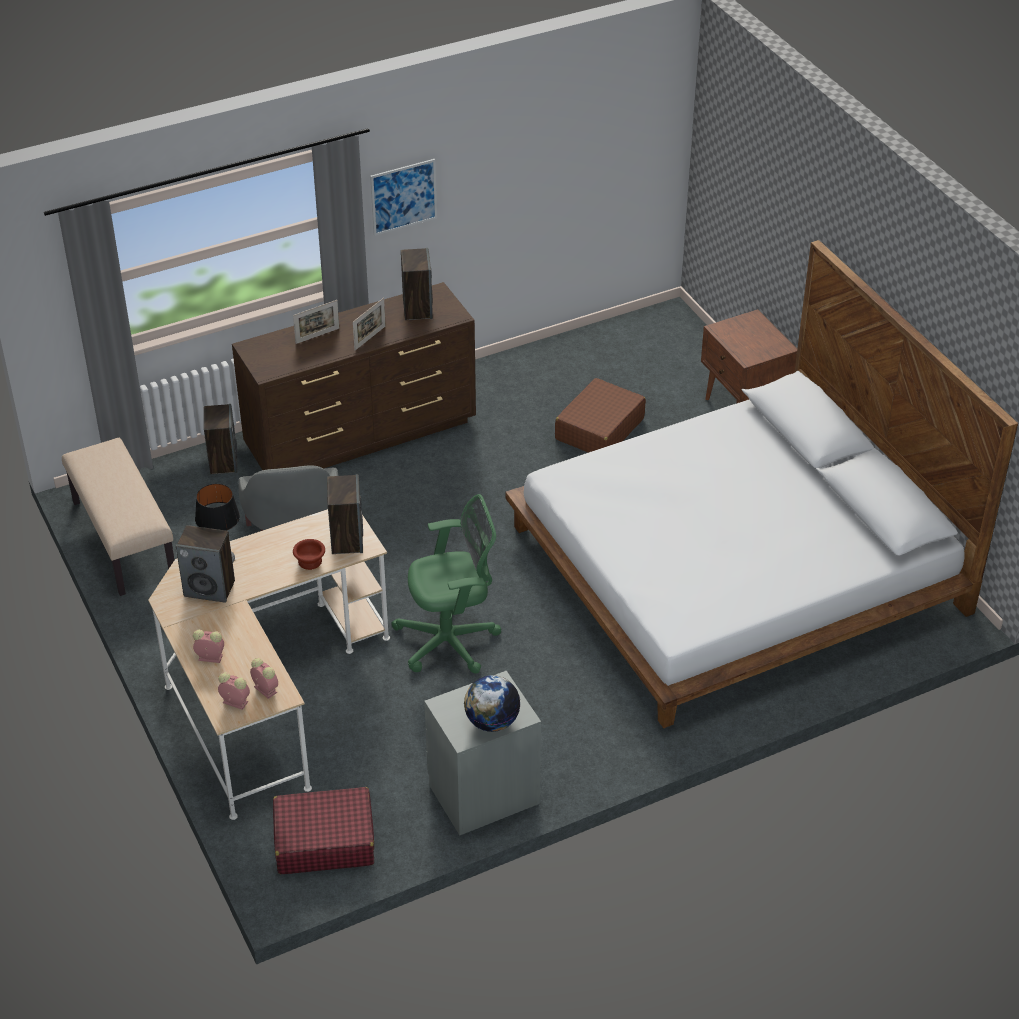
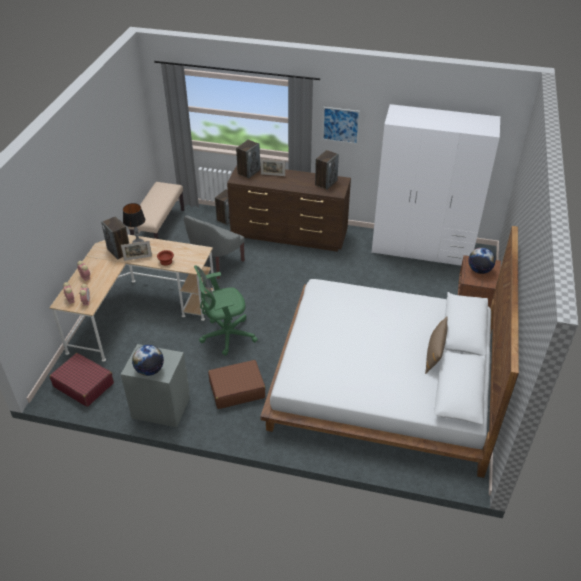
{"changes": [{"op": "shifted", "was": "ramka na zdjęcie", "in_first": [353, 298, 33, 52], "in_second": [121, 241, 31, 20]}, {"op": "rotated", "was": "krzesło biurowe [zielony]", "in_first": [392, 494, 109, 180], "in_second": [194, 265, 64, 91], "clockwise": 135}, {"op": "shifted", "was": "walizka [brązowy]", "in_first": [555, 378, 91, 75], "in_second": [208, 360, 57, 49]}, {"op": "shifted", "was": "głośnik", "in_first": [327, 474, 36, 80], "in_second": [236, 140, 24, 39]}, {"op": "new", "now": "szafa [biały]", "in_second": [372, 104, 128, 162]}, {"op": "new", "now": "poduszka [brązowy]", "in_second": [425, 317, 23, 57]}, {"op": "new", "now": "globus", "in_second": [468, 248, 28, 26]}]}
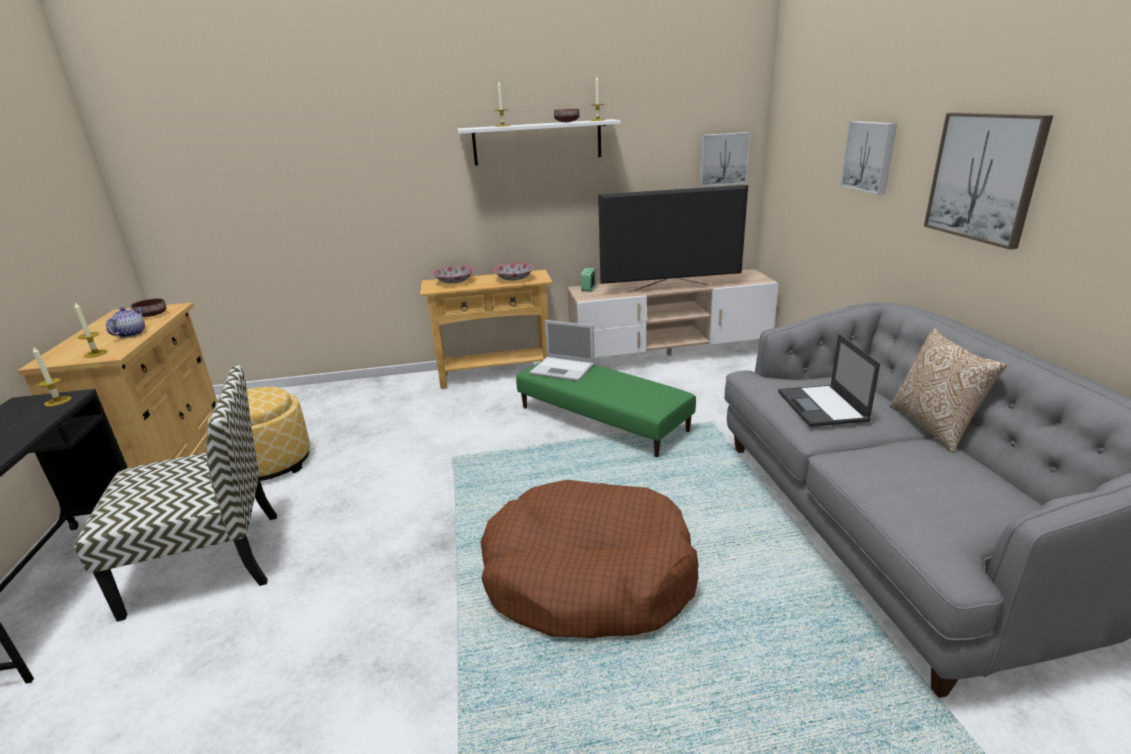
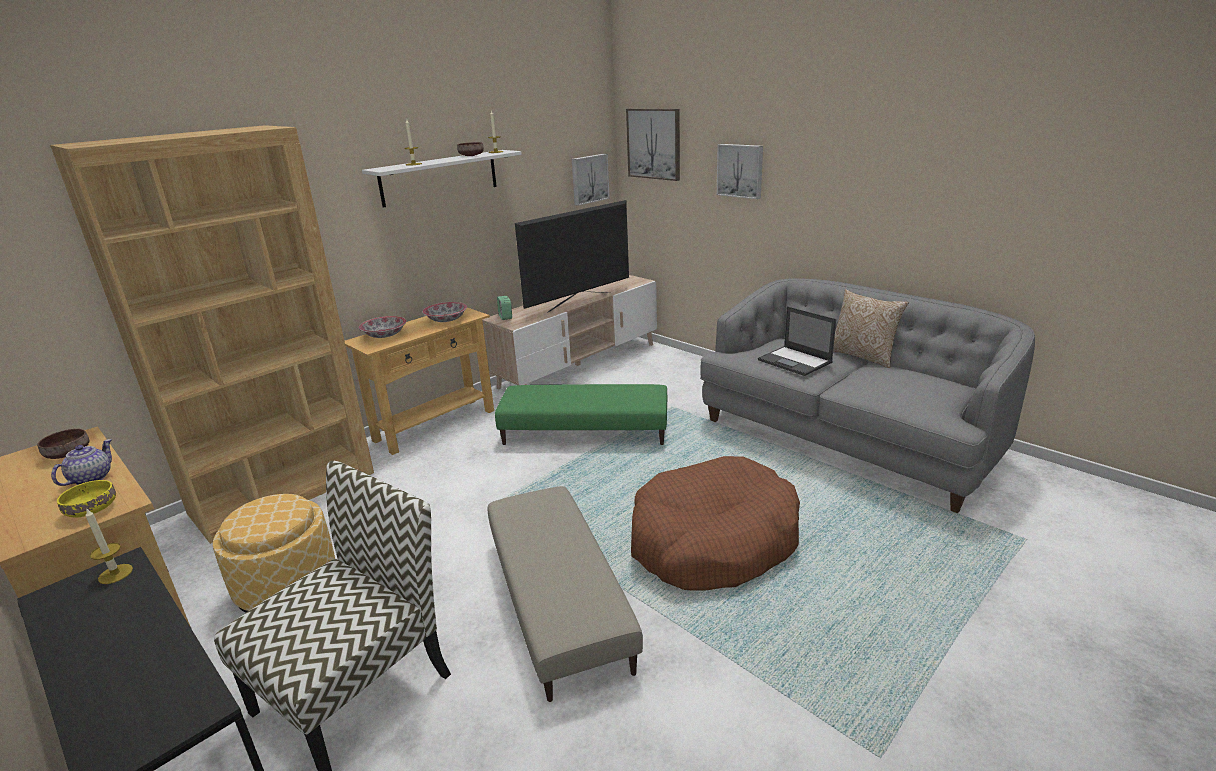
{"changes": [{"op": "new", "now": "regał [brązowy]", "in_second": [50, 125, 324, 419]}, {"op": "rotated", "was": "imbryk", "in_first": [106, 307, 39, 31], "in_second": [51, 439, 61, 47], "clockwise": 45}, {"op": "swapped", "was": "świeca", "now": "miska [żółty]", "in_first": [74, 303, 34, 55], "in_second": [57, 480, 59, 37]}, {"op": "new", "now": "pufa [beżowy]", "in_second": [488, 486, 155, 216]}, {"op": "shifted", "was": "obraz", "in_first": [924, 113, 129, 137], "in_second": [626, 109, 54, 72]}, {"op": "gone", "was": "laptop", "in_first": [529, 320, 66, 61]}]}
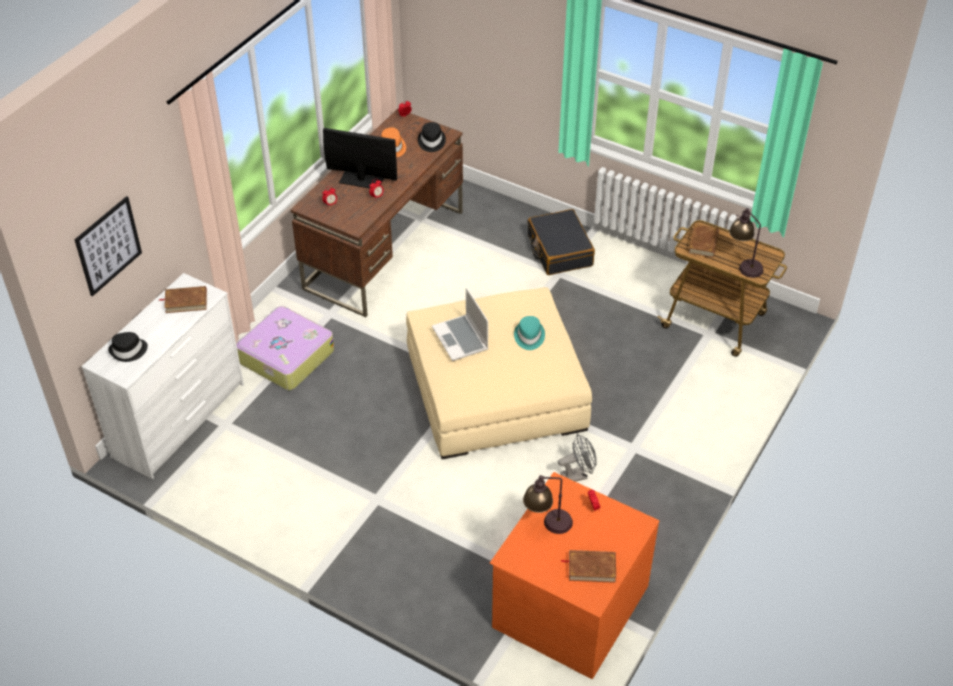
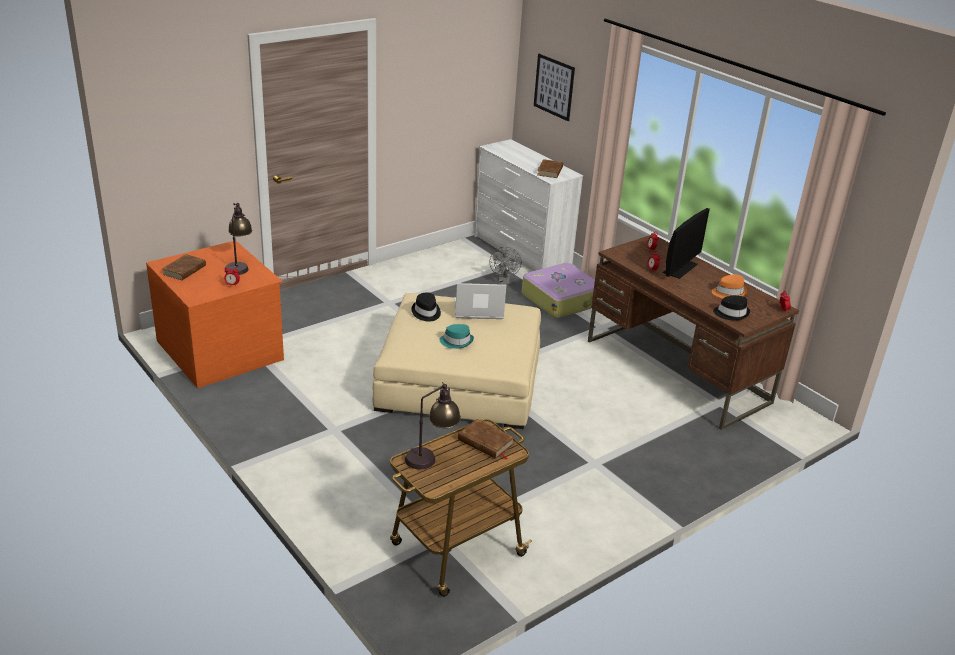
{"changes": [{"op": "shifted", "was": "kapelusz [czarny]", "in_first": [108, 332, 40, 30], "in_second": [411, 293, 30, 29]}, {"op": "shifted", "was": "wentylator [szary]", "in_first": [558, 434, 39, 48], "in_second": [490, 247, 31, 38]}, {"op": "gone", "was": "walizka [czarny]", "in_first": [528, 209, 67, 66]}]}
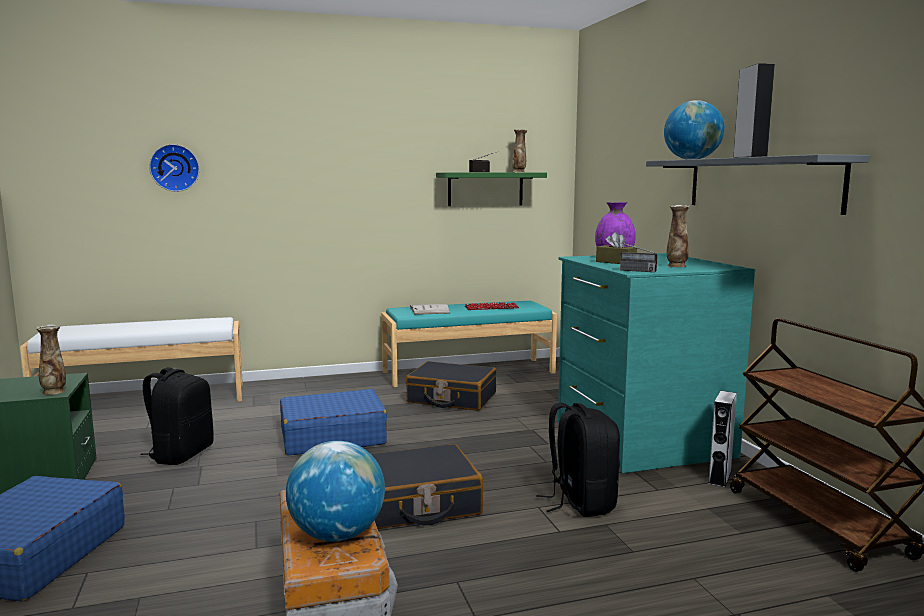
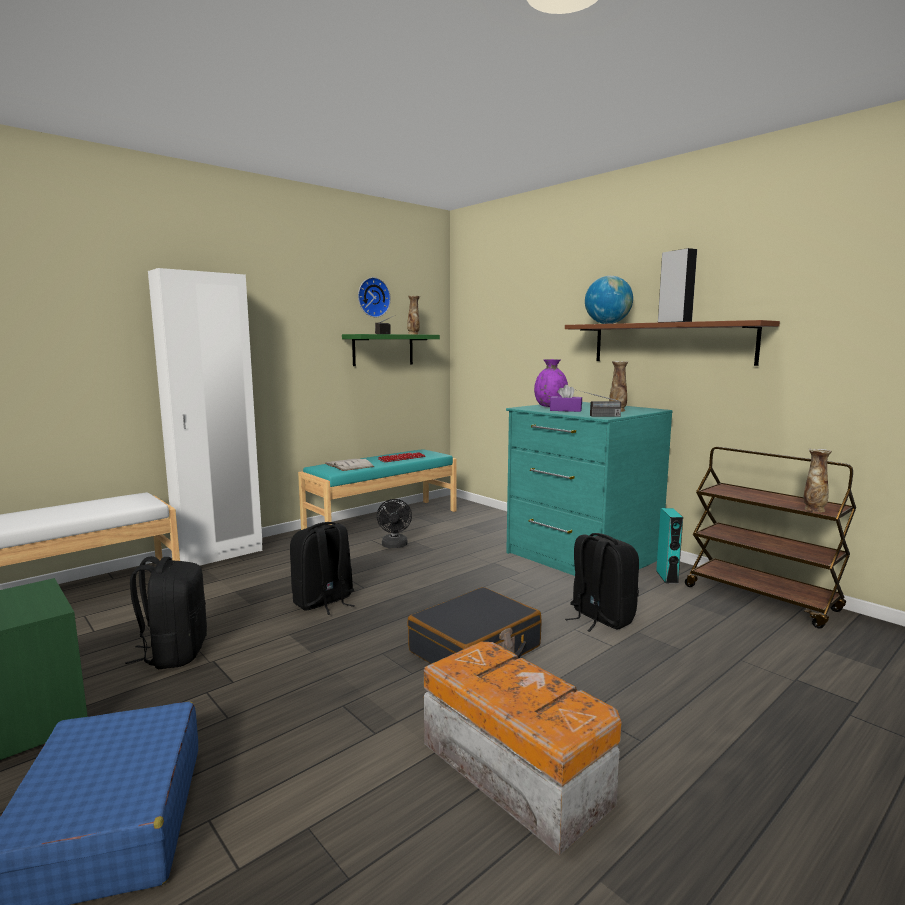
{"changes": [{"op": "new", "now": "szafa [biały]", "in_second": [148, 268, 114, 298]}, {"op": "swapped", "was": "walizka [niebieski]", "now": "plecak [czarny]", "in_first": [280, 389, 107, 67], "in_second": [290, 522, 65, 93]}, {"op": "shifted", "was": "zegar ścienny", "in_first": [149, 144, 51, 48], "in_second": [358, 277, 33, 40]}, {"op": "swapped", "was": "walizka [czarny]", "now": "wentylator [czarny]", "in_first": [406, 361, 90, 50], "in_second": [377, 499, 35, 49]}, {"op": "repainted", "was": "pudełko chusteczek [brązowy]", "now": "pudełko chusteczek [fioletowy]", "in_first": [596, 232, 41, 32], "in_second": [550, 385, 32, 27]}, {"op": "repainted", "was": "półka [szary]", "now": "półka [brązowy]", "in_first": [646, 154, 224, 61], "in_second": [565, 320, 215, 46]}, {"op": "repainted", "was": "głośnik [szary]", "now": "głośnik [turkusowy]", "in_first": [708, 391, 29, 96], "in_second": [656, 508, 27, 76]}, {"op": "shifted", "was": "wazon", "in_first": [35, 324, 31, 71], "in_second": [804, 449, 28, 63]}, {"op": "gone", "was": "globus", "in_first": [286, 441, 99, 101]}]}
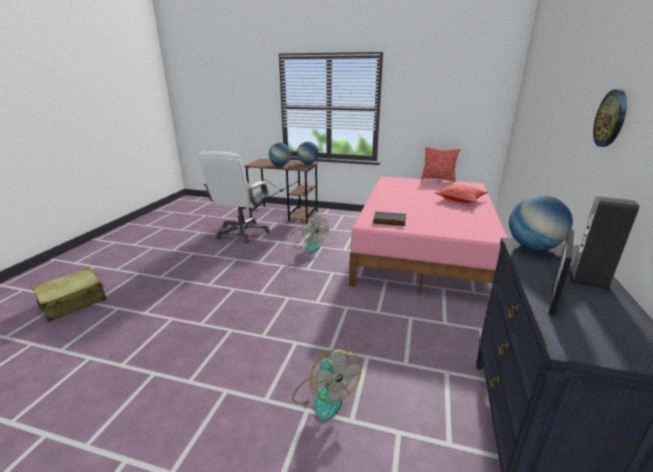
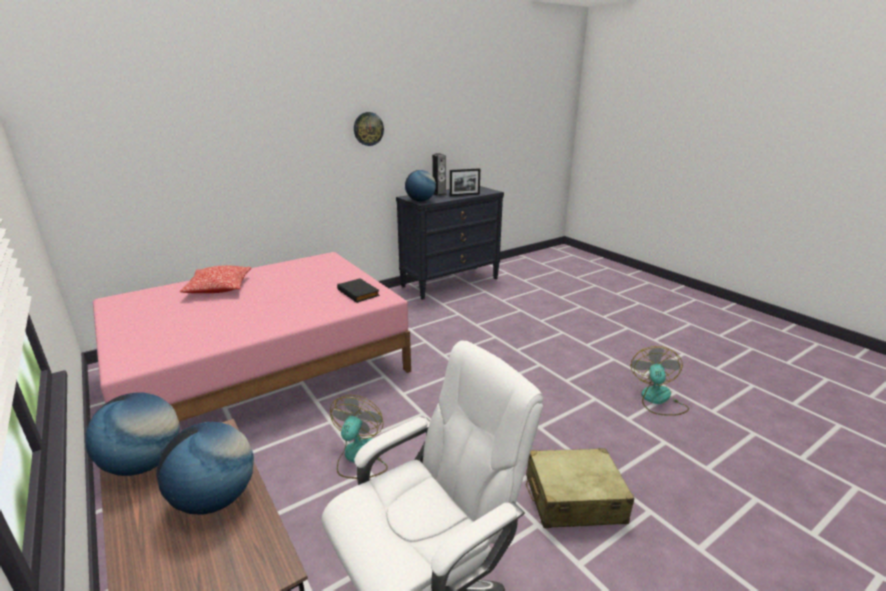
{"changes": [{"op": "shifted", "was": "walizka [beżowy]", "in_first": [32, 268, 75, 54], "in_second": [526, 448, 108, 80]}, {"op": "shifted", "was": "wentylator", "in_first": [292, 348, 69, 72], "in_second": [631, 346, 58, 70]}, {"op": "gone", "was": "poduszka", "in_first": [421, 147, 39, 35]}]}
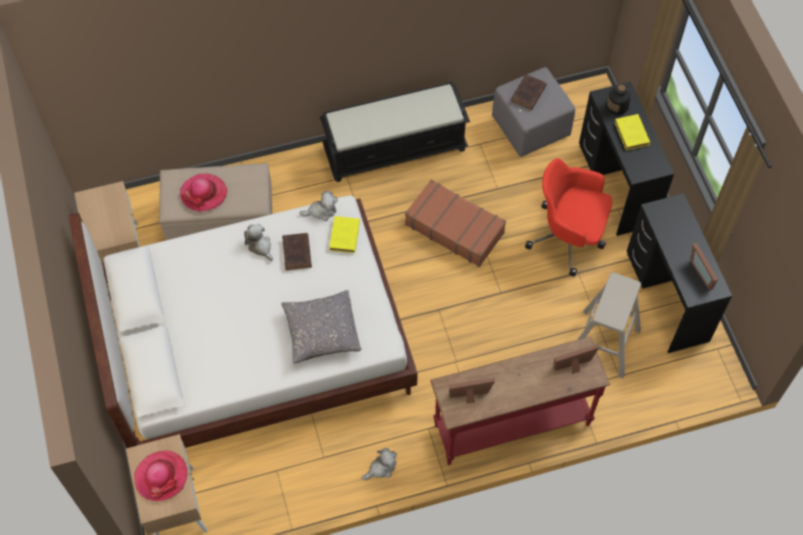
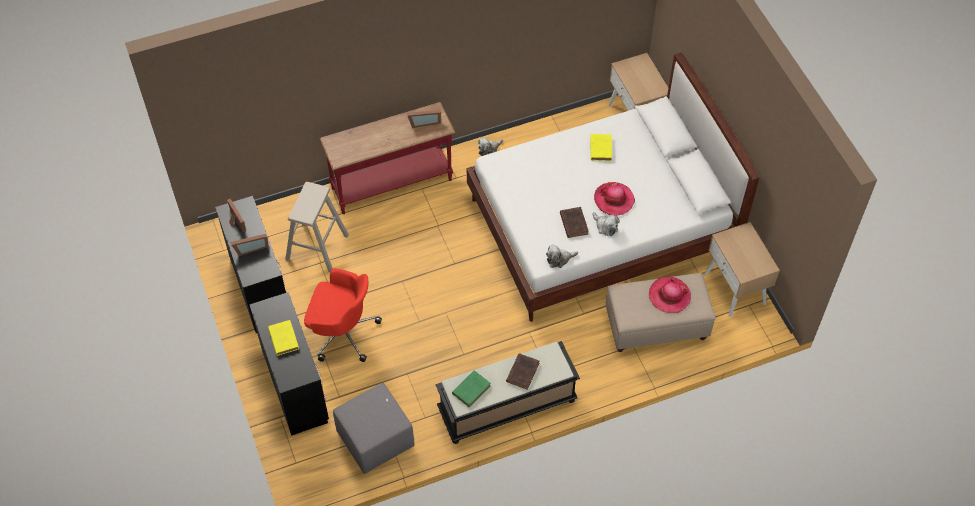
{"changes": [{"op": "shifted", "was": "ramka na zdjęcie", "in_first": [553, 344, 46, 30], "in_second": [230, 234, 39, 22]}, {"op": "new", "now": "książka [zielony]", "in_second": [452, 370, 39, 37]}, {"op": "shifted", "was": "książka [brązowy]", "in_first": [511, 74, 36, 36], "in_second": [506, 353, 33, 37]}, {"op": "shifted", "was": "książka [żółty]", "in_first": [329, 216, 31, 37], "in_second": [590, 134, 22, 27]}, {"op": "shifted", "was": "kapelusz", "in_first": [134, 451, 54, 50], "in_second": [594, 182, 41, 33]}, {"op": "gone", "was": "poduszka [szary]", "in_first": [282, 290, 79, 74]}, {"op": "gone", "was": "walizka [brązowy]", "in_first": [405, 179, 101, 88]}, {"op": "gone", "was": "butelka", "in_first": [606, 84, 24, 31]}]}
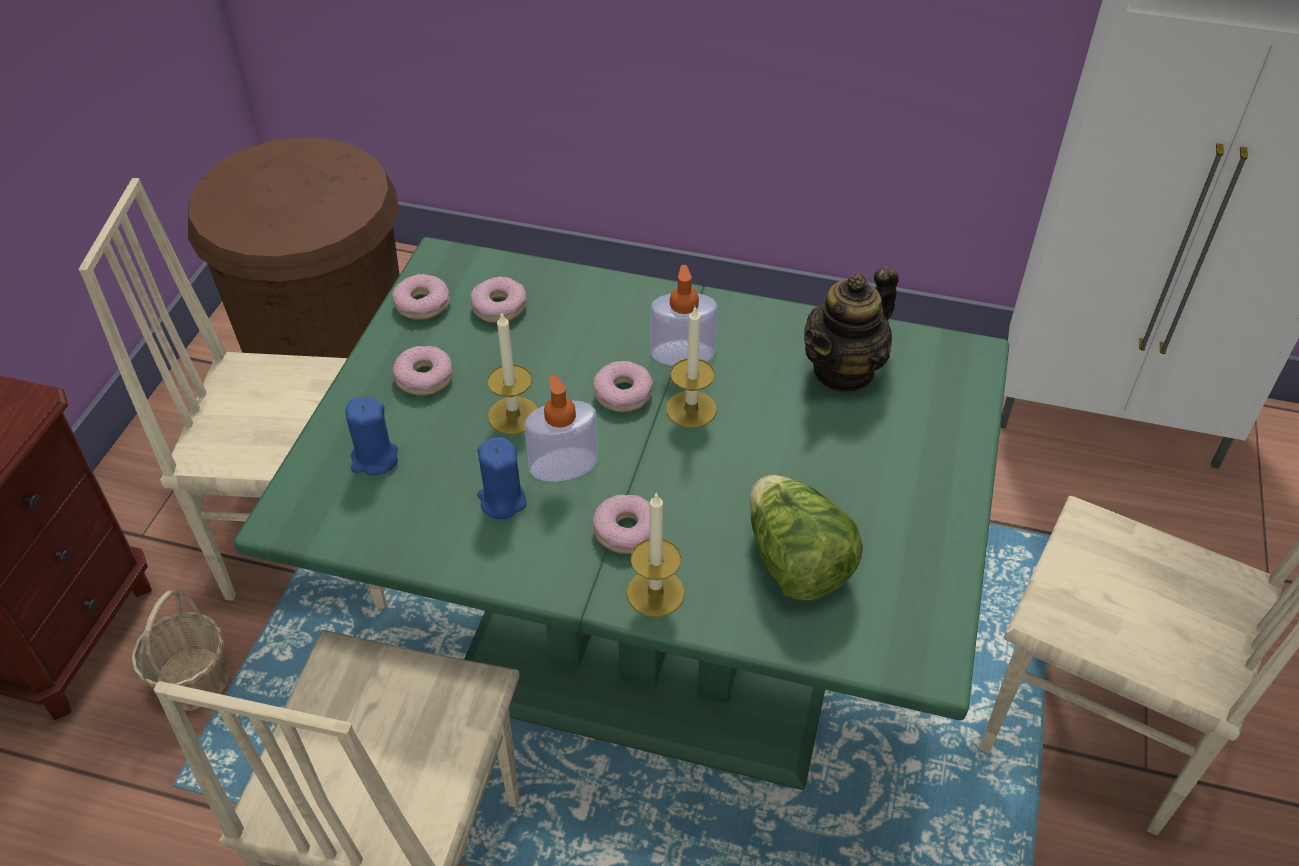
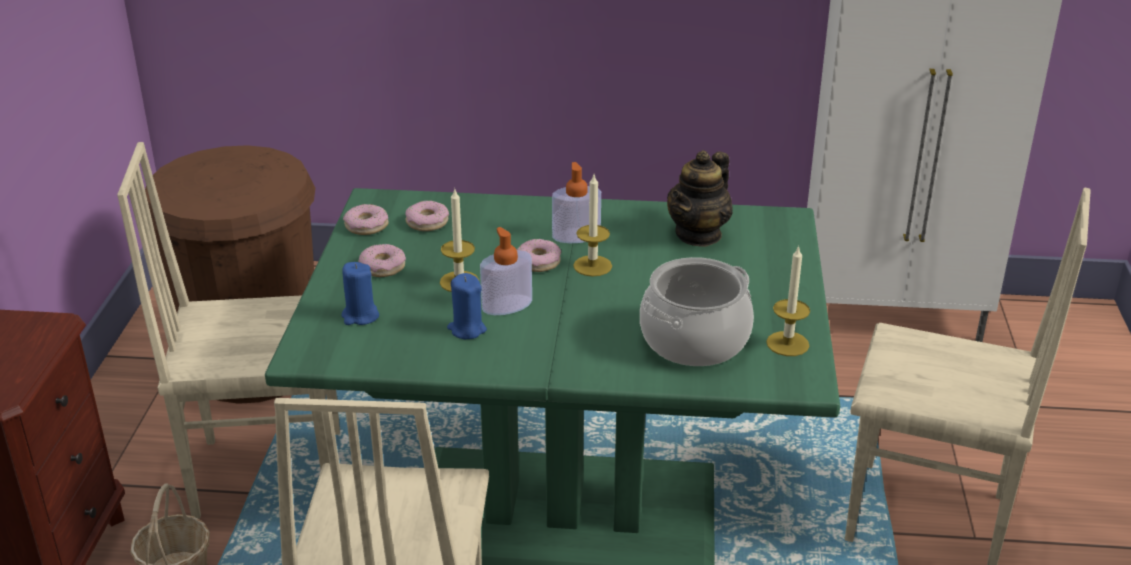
{"changes": [{"op": "swapped", "was": "sałata", "now": "garnek", "in_first": [749, 475, 114, 125], "in_second": [640, 257, 114, 109]}, {"op": "shifted", "was": "świeca", "in_first": [627, 492, 58, 125], "in_second": [766, 246, 44, 110]}, {"op": "gone", "was": "donut", "in_first": [593, 494, 57, 60]}]}
